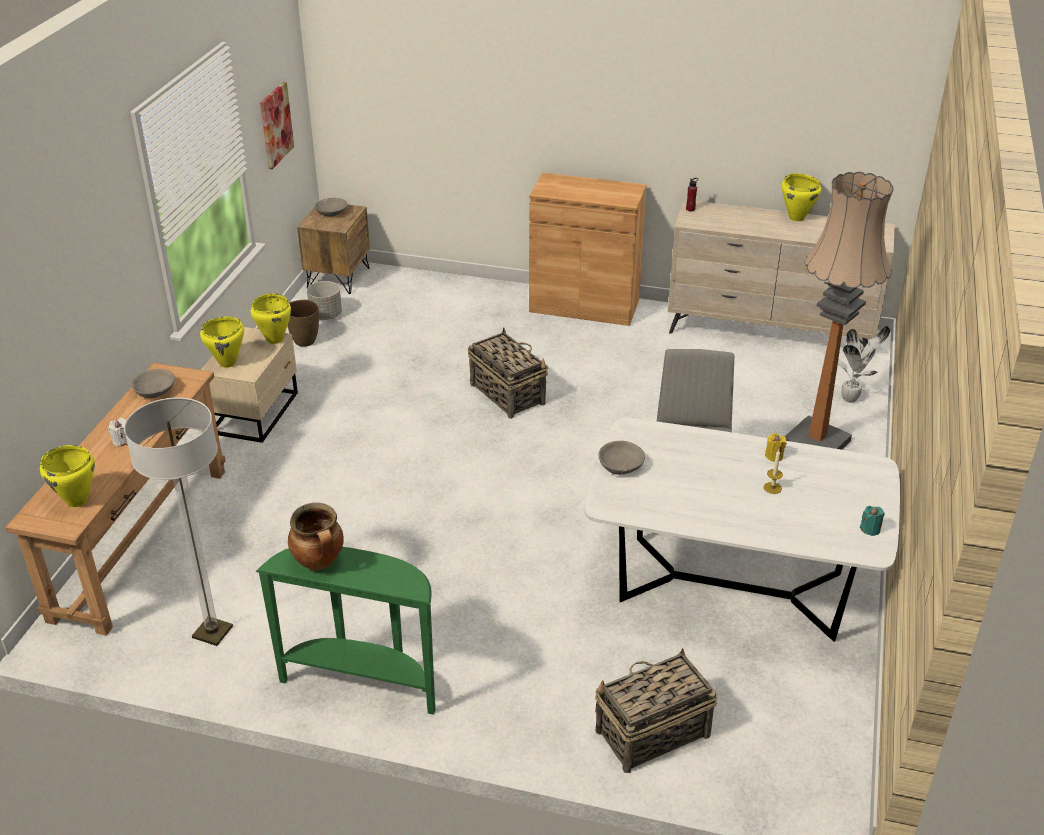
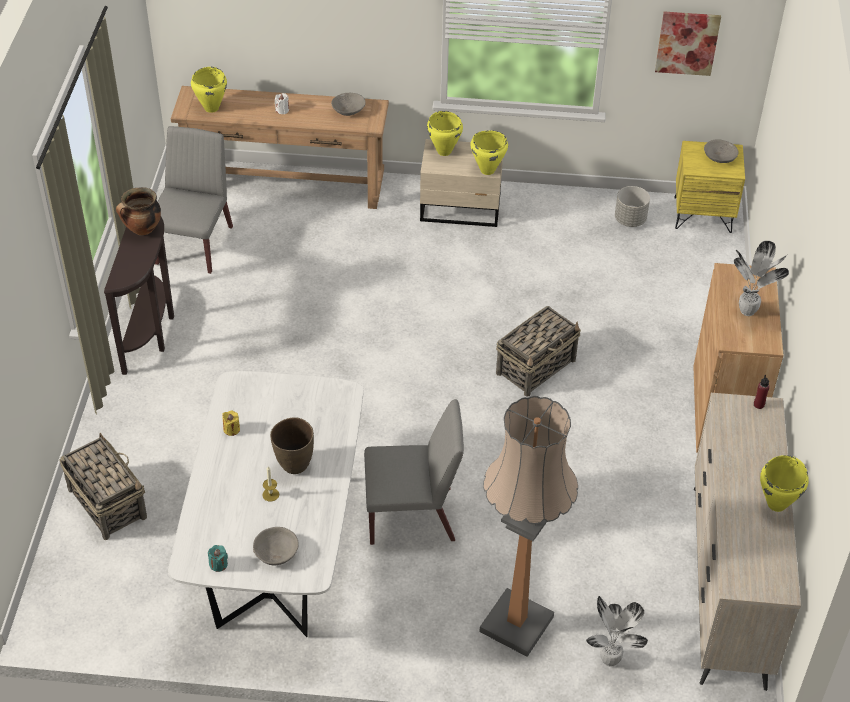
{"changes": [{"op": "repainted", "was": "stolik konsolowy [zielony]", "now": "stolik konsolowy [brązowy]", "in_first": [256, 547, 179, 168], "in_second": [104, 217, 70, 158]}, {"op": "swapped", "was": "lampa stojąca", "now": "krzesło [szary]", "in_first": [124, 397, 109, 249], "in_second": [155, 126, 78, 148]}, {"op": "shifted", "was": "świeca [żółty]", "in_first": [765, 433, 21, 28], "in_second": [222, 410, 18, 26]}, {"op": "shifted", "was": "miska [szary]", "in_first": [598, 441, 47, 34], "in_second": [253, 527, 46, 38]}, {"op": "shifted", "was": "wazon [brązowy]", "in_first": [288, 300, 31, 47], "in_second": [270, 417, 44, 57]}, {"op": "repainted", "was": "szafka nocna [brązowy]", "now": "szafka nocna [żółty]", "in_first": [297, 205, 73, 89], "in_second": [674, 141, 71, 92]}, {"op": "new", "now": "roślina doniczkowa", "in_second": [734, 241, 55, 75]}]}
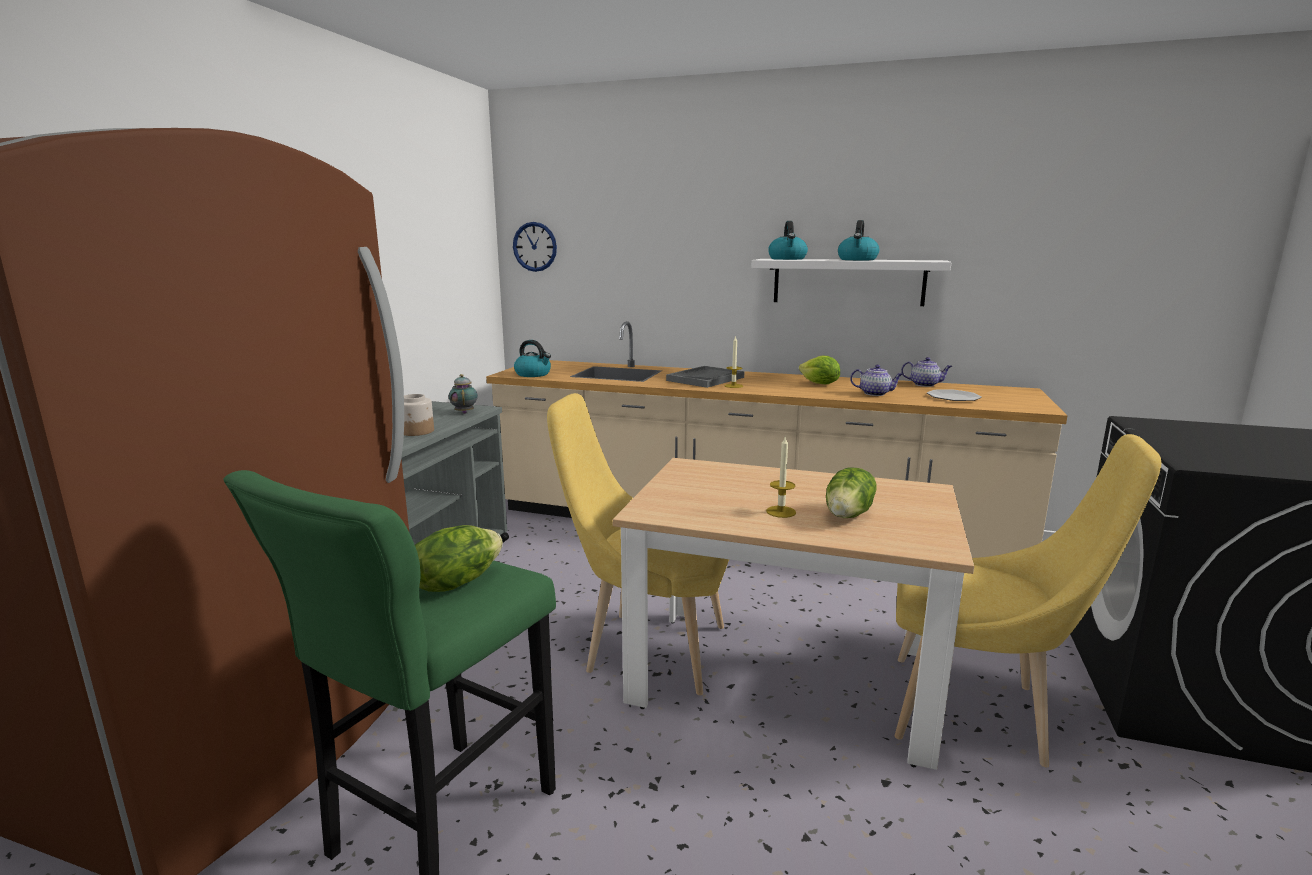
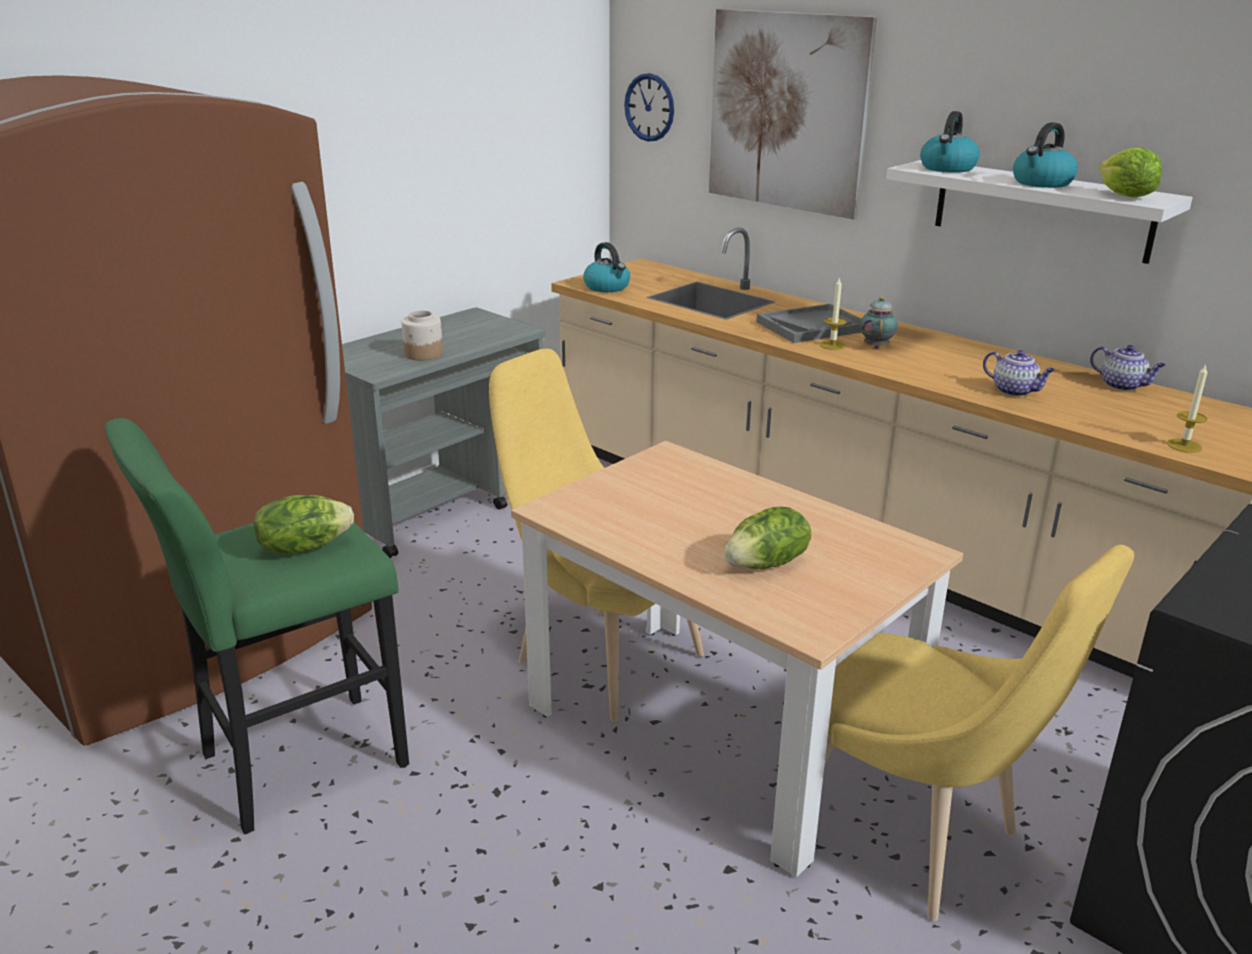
{"changes": [{"op": "new", "now": "obraz", "in_second": [709, 9, 168, 210]}, {"op": "shifted", "was": "imbryk", "in_first": [449, 374, 29, 40], "in_second": [860, 296, 38, 53]}, {"op": "shifted", "was": "sałata", "in_first": [799, 356, 41, 28], "in_second": [1099, 147, 63, 50]}, {"op": "shifted", "was": "świeca", "in_first": [766, 437, 30, 81], "in_second": [1167, 364, 41, 89]}, {"op": "gone", "was": "talerz", "in_first": [927, 390, 55, 11]}]}
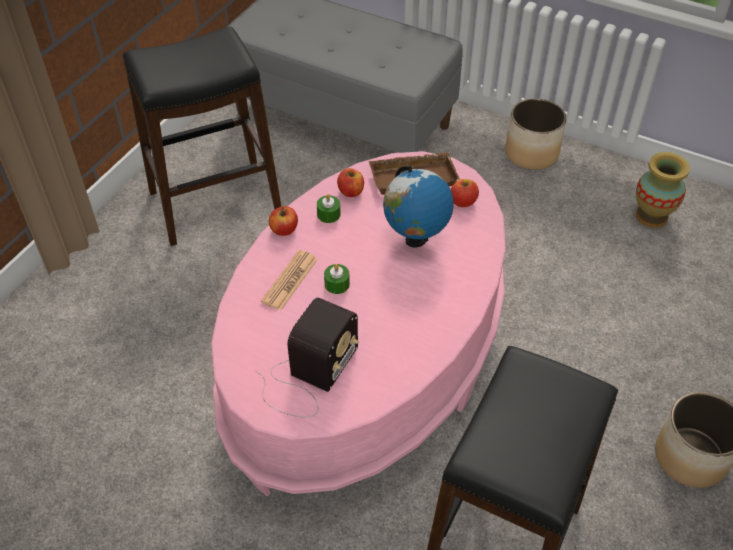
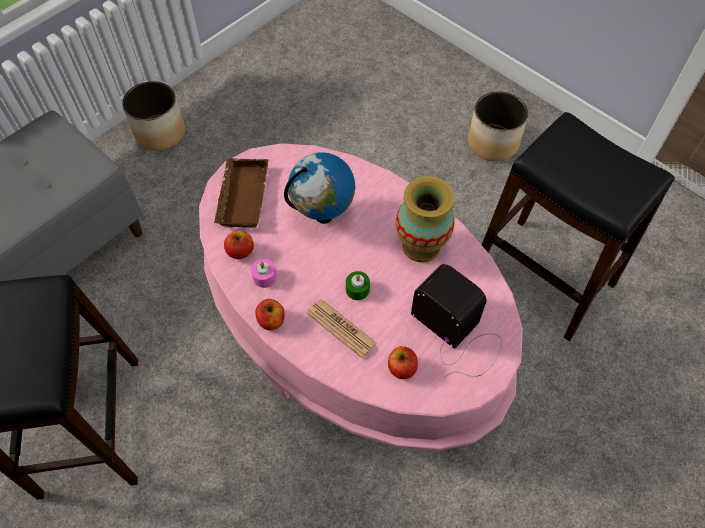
{"changes": [{"op": "repainted", "was": "świeca [zielony]", "now": "świeca [różowy]", "in_first": [317, 194, 24, 29], "in_second": [251, 259, 26, 29]}, {"op": "shifted", "was": "jabłko", "in_first": [451, 179, 28, 28], "in_second": [388, 346, 30, 33]}, {"op": "shifted", "was": "wazon", "in_first": [636, 152, 54, 76], "in_second": [396, 176, 59, 87]}]}
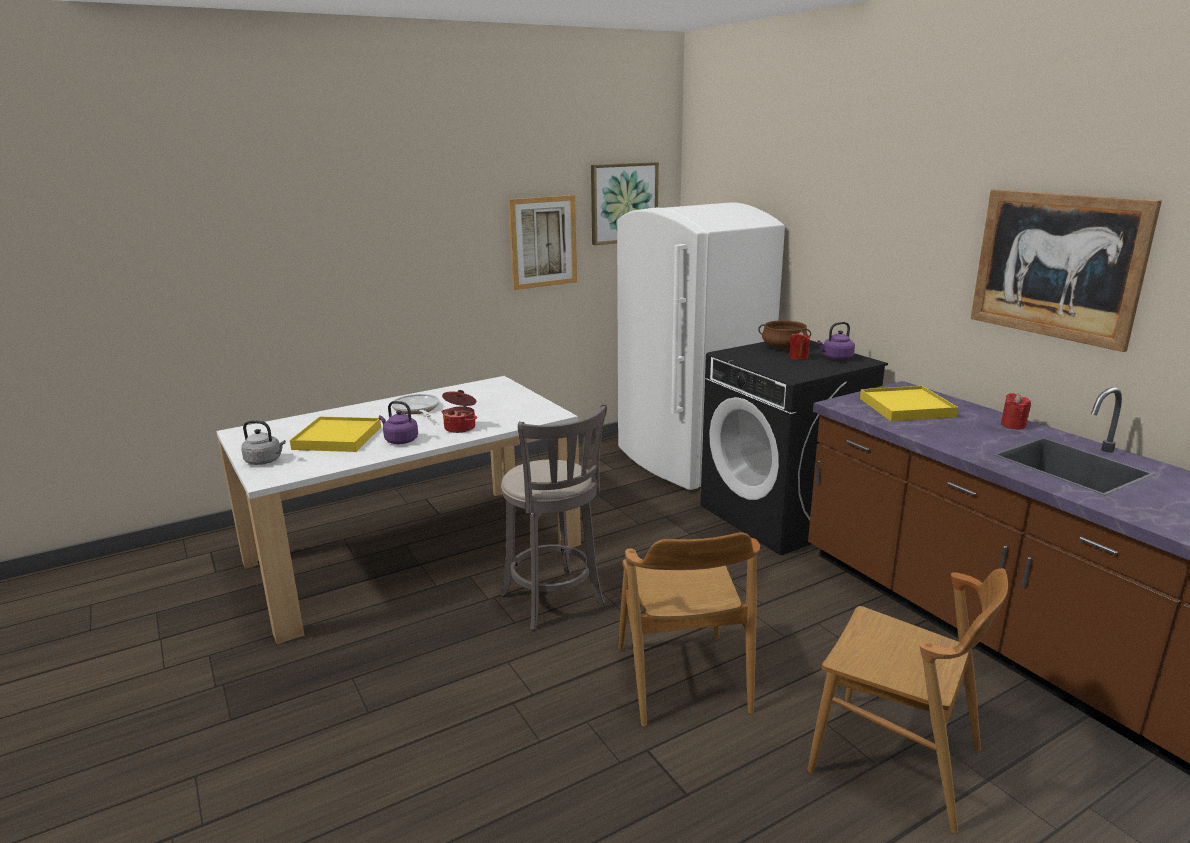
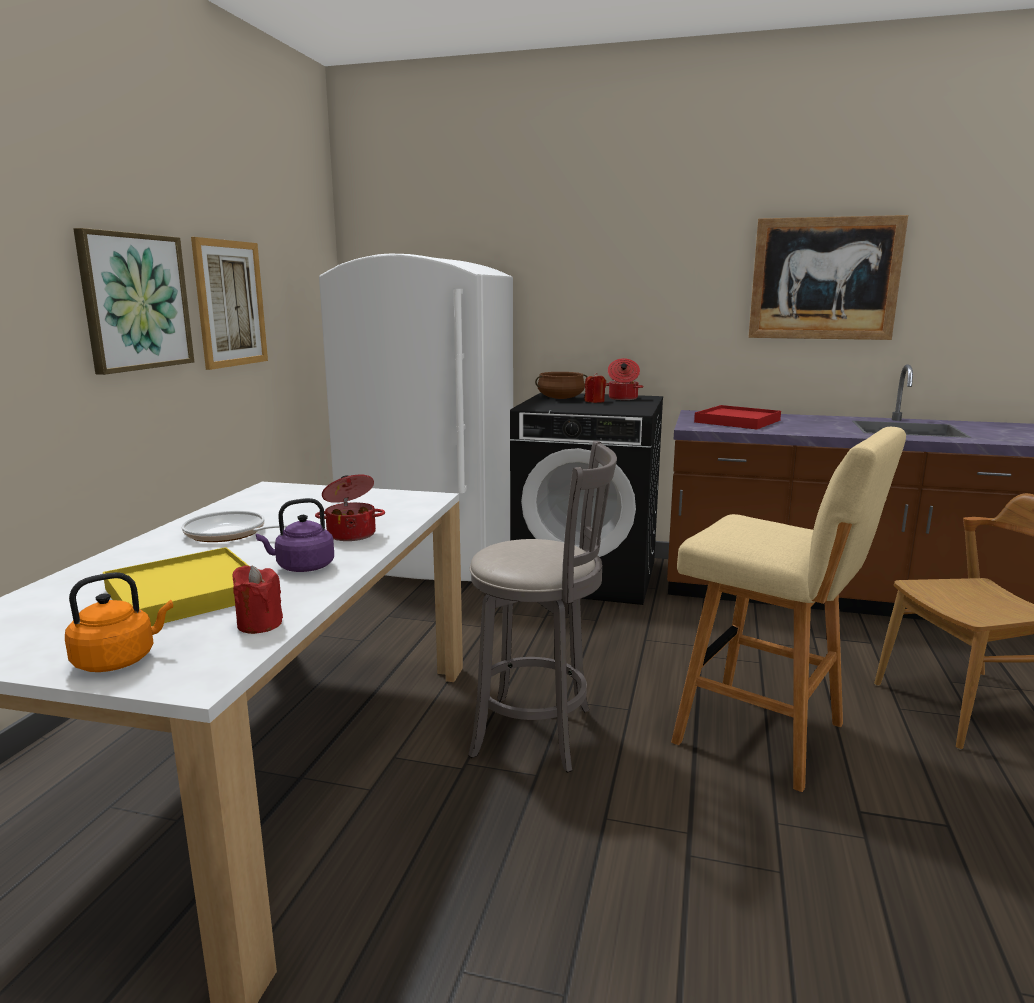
{"changes": [{"op": "repainted", "was": "czajnik [szary]", "now": "czajnik [pomarańczowy]", "in_first": [241, 420, 45, 45], "in_second": [65, 572, 108, 100]}, {"op": "shifted", "was": "obraz", "in_first": [591, 162, 68, 83], "in_second": [73, 228, 121, 147]}, {"op": "shifted", "was": "świeca [czerwony]", "in_first": [1001, 393, 30, 37], "in_second": [232, 565, 51, 69]}, {"op": "swapped", "was": "czajnik [fioletowy]", "now": "garnek", "in_first": [817, 322, 38, 39], "in_second": [606, 358, 38, 42]}, {"op": "swapped", "was": "krzesło [brązowy]", "now": "stołek [beżowy]", "in_first": [618, 532, 142, 195], "in_second": [671, 427, 235, 365]}, {"op": "repainted", "was": "taca [żółty]", "now": "taca [czerwony]", "in_first": [860, 386, 98, 35], "in_second": [694, 405, 87, 24]}]}
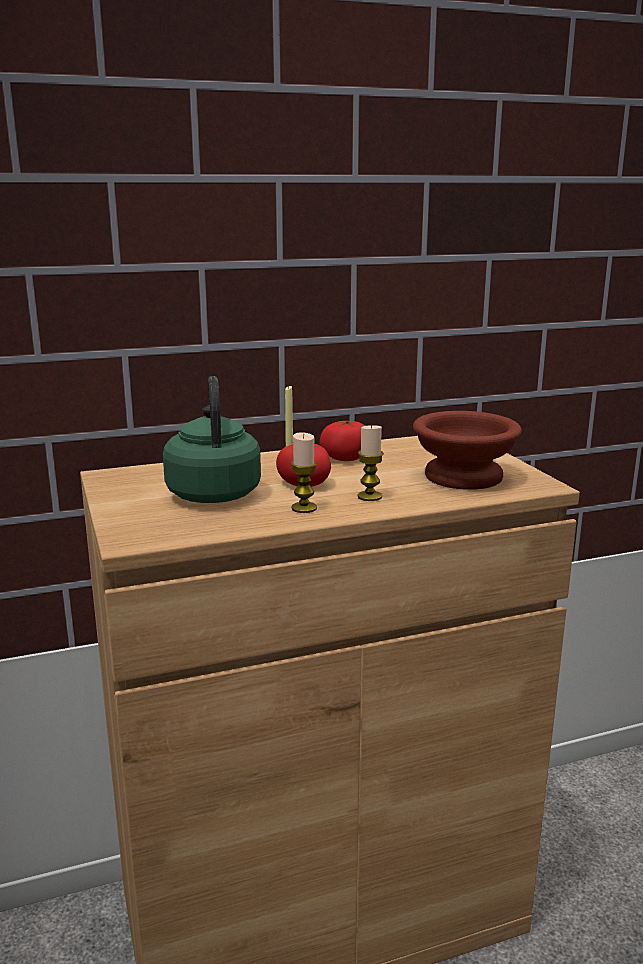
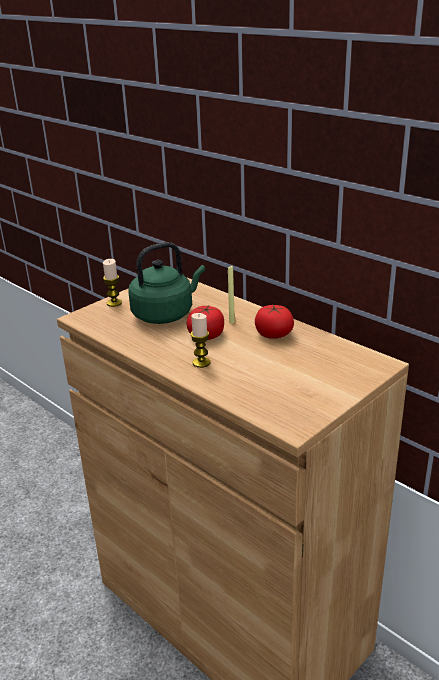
{"changes": [{"op": "shifted", "was": "świeca", "in_first": [291, 432, 26, 81], "in_second": [103, 259, 19, 48]}, {"op": "gone", "was": "miska [brązowy]", "in_first": [413, 411, 109, 79]}]}
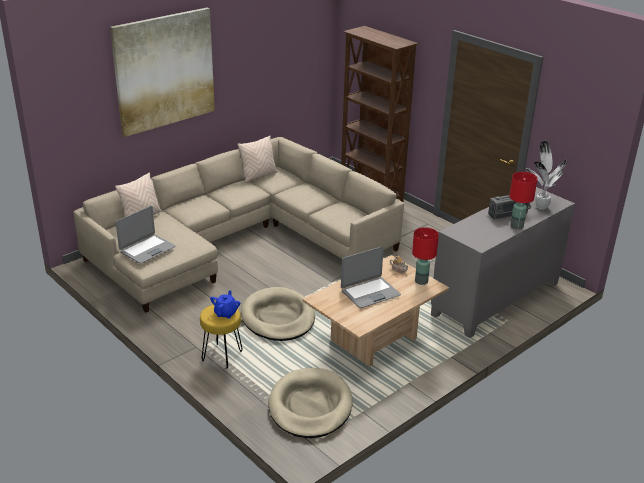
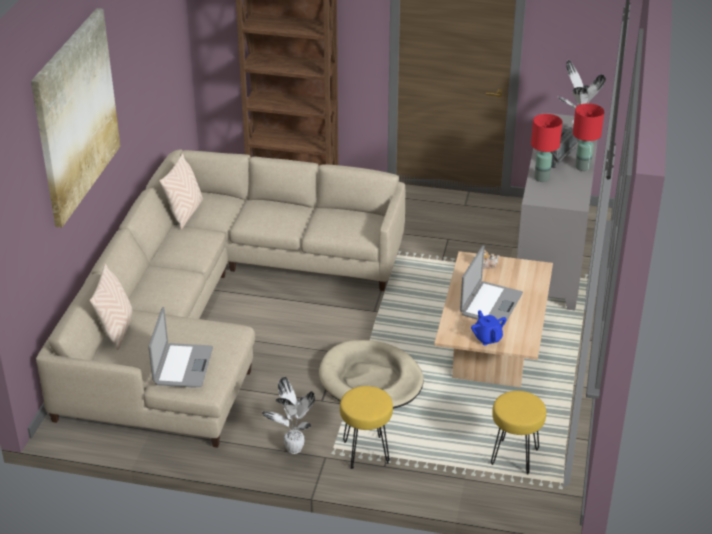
{"changes": [{"op": "new", "now": "roślina doniczkowa", "in_second": [262, 377, 53, 77]}, {"op": "shifted", "was": "imbryk [niebieski]", "in_first": [210, 290, 30, 29], "in_second": [471, 310, 36, 35]}, {"op": "swapped", "was": "legowisko [beżowy]", "now": "stołek [żółty]", "in_first": [269, 368, 84, 70], "in_second": [491, 391, 55, 83]}, {"op": "shifted", "was": "lampa stołowa [czerwony]", "in_first": [412, 227, 27, 58], "in_second": [531, 114, 31, 68]}]}
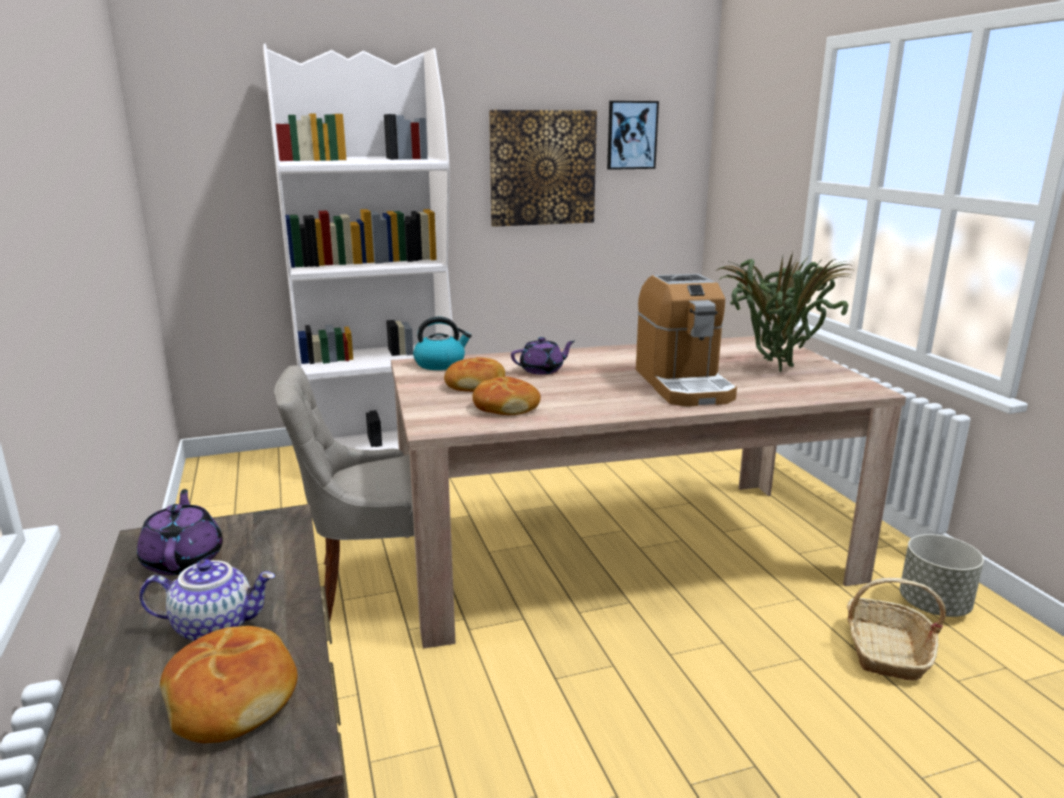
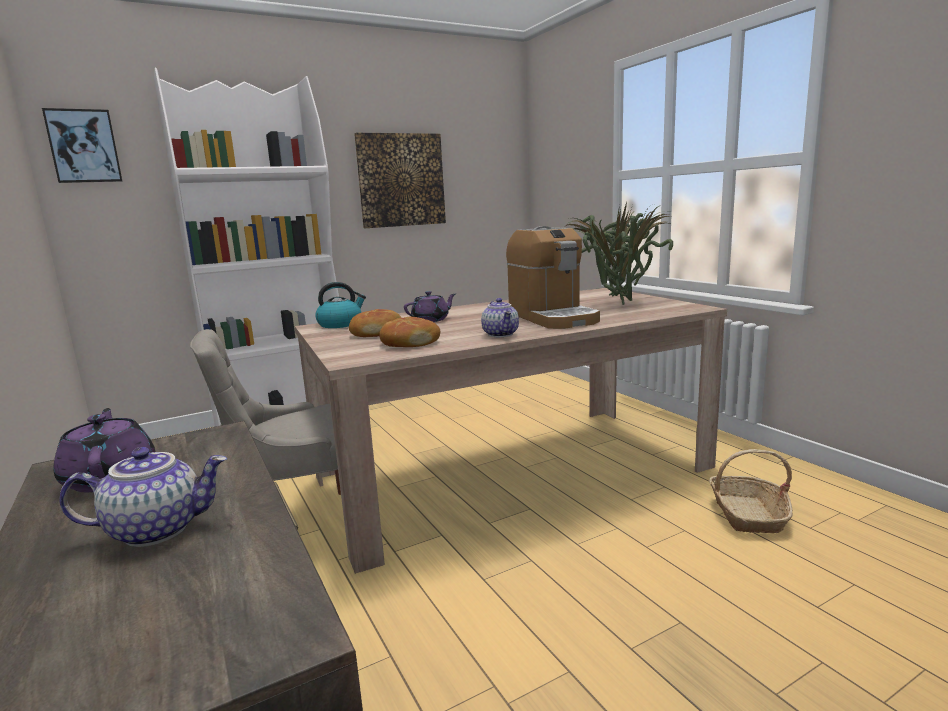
{"changes": [{"op": "shifted", "was": "obraz", "in_first": [607, 101, 52, 69], "in_second": [42, 108, 80, 75]}, {"op": "new", "now": "imbryk", "in_second": [481, 298, 38, 39]}, {"op": "gone", "was": "chleb", "in_first": [160, 626, 138, 117]}, {"op": "gone", "was": "donica [szary]", "in_first": [900, 534, 84, 83]}]}
